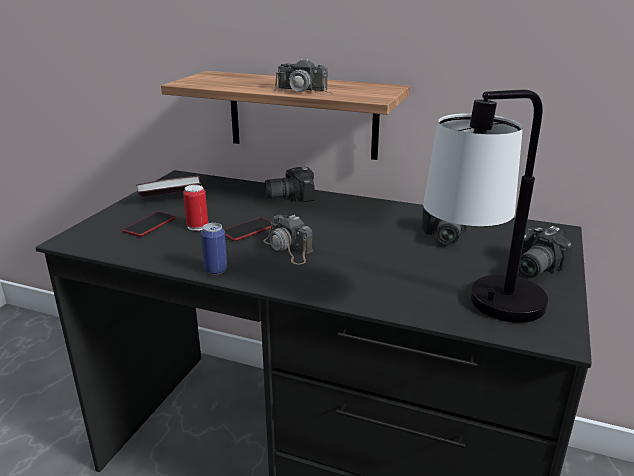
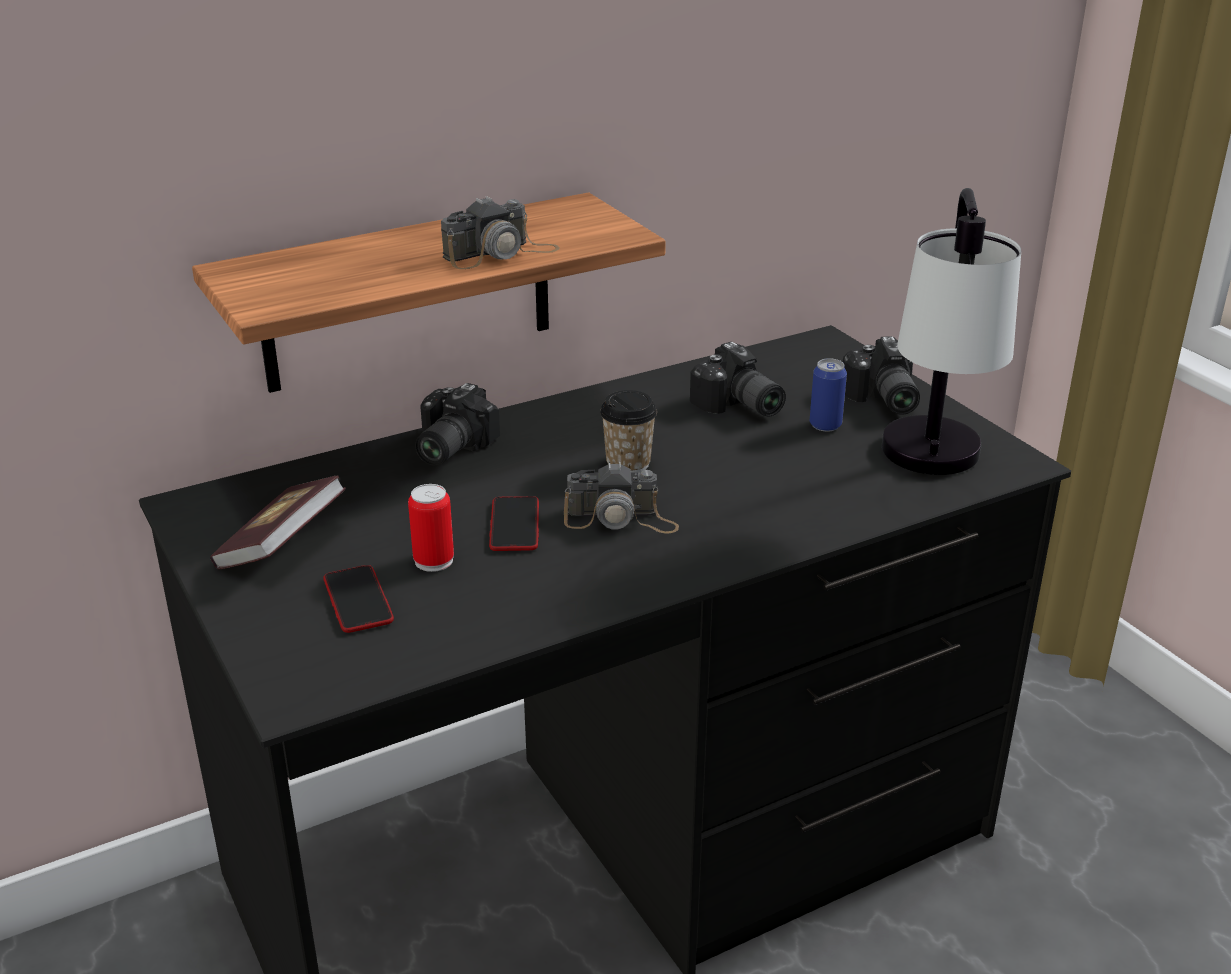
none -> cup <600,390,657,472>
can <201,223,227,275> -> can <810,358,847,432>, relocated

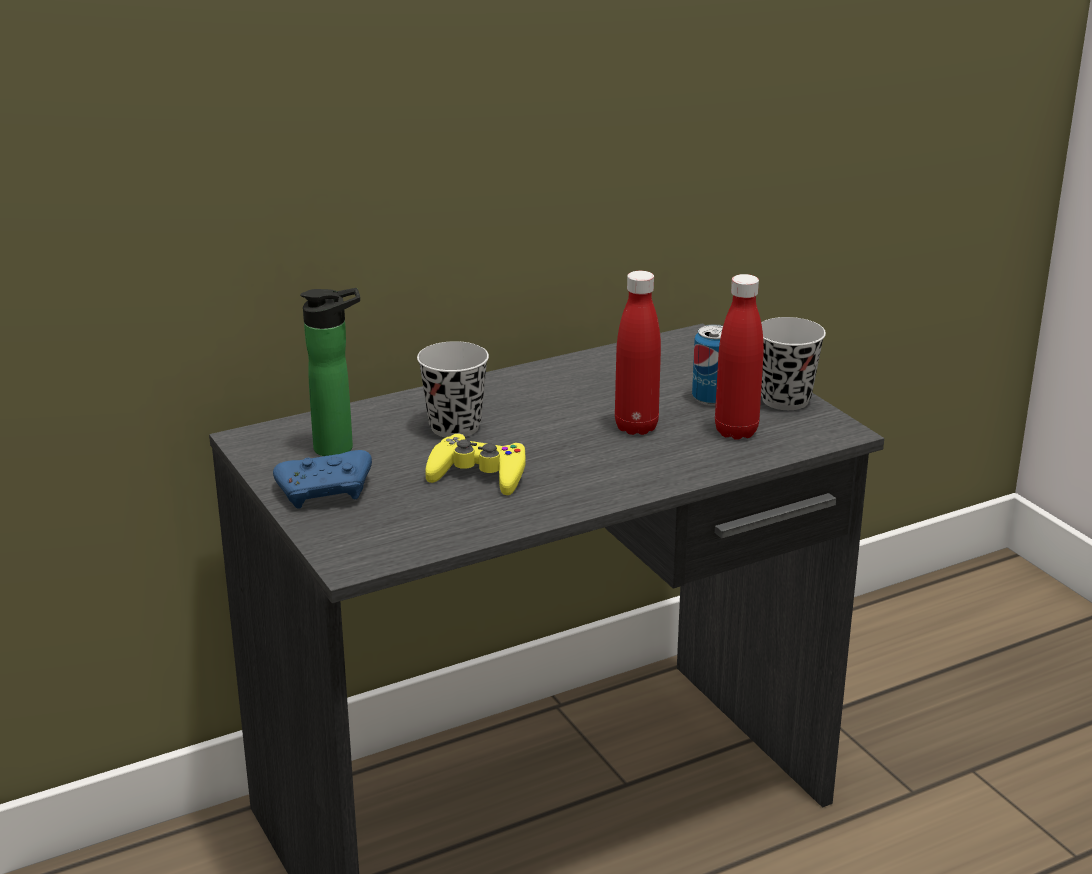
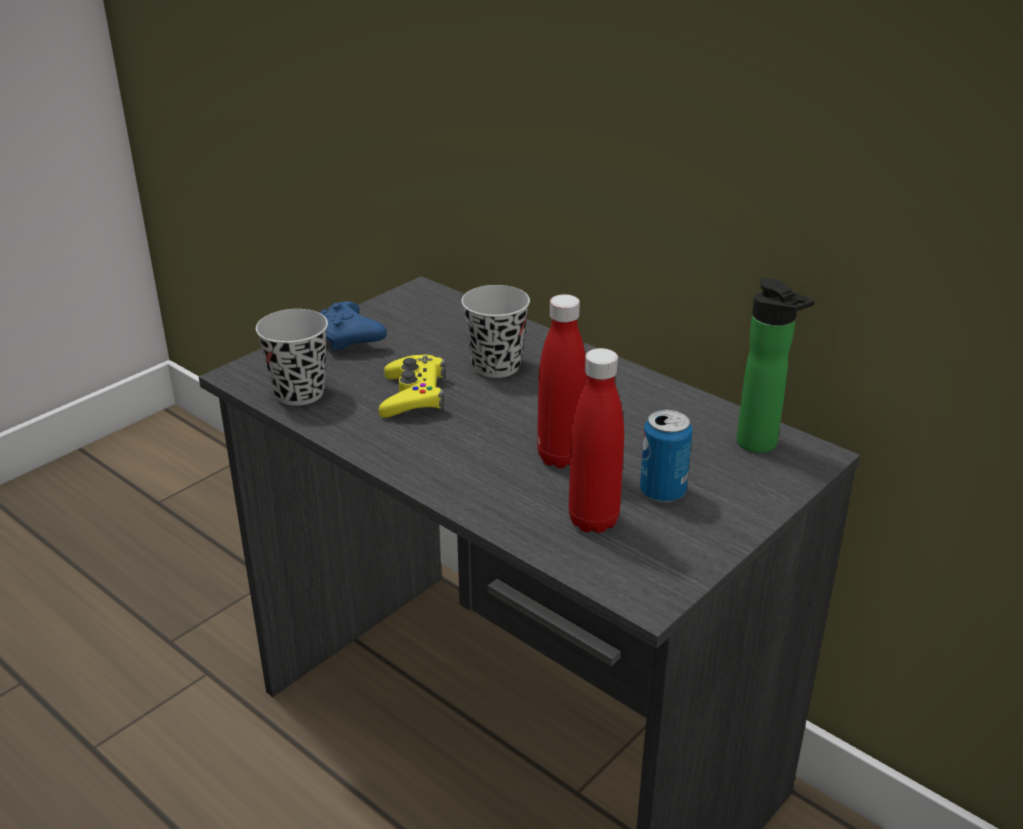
cup/black <761,317,826,410> -> cup/black <256,309,328,406>, relocated
bottle <300,288,360,456> -> bottle <736,278,815,453>, relocated

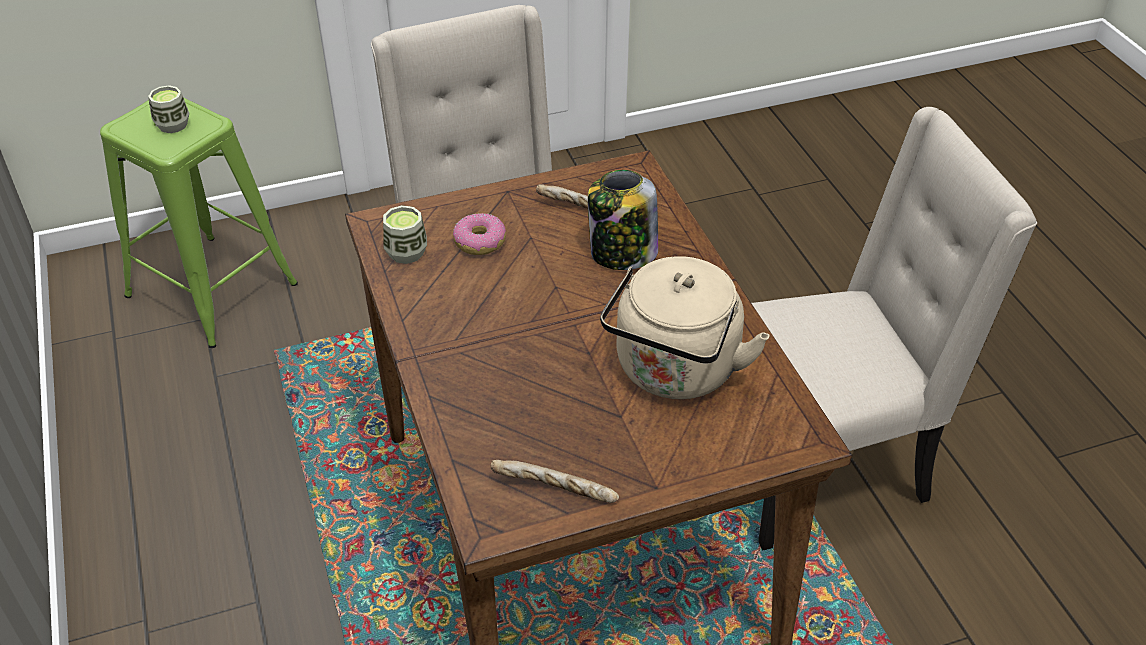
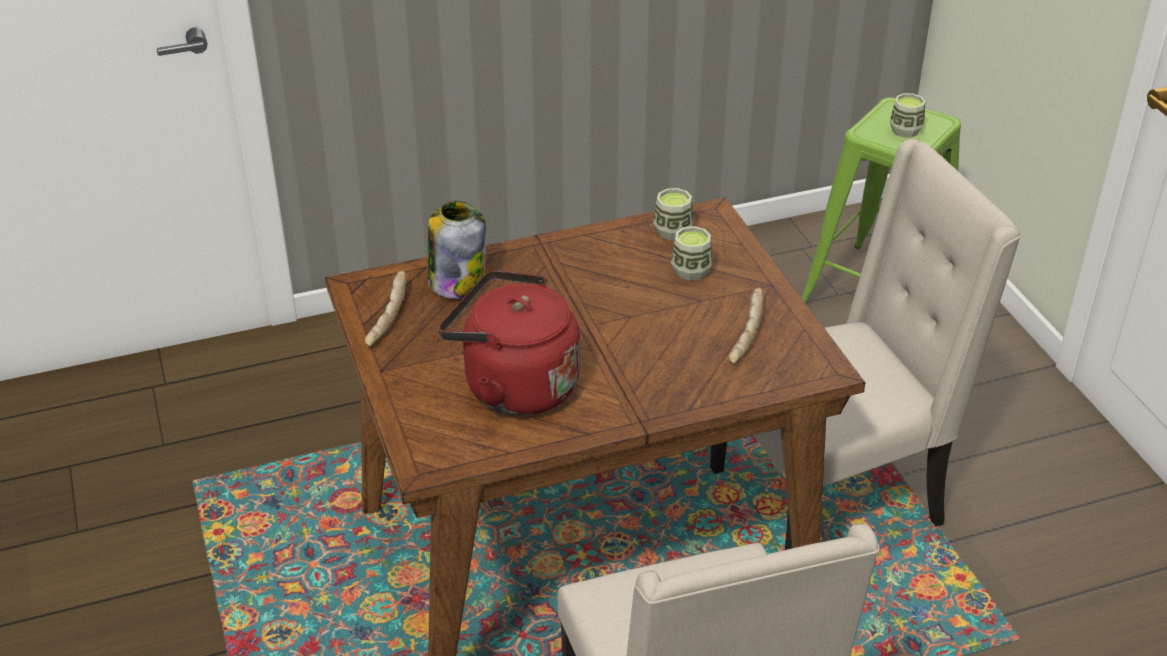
jar <588,170,658,270> -> jar <428,201,486,299>, relocated
kettle/beige <600,256,770,399> -> kettle/red <439,270,580,415>
donut <453,213,506,255> -> cup <671,226,712,281>

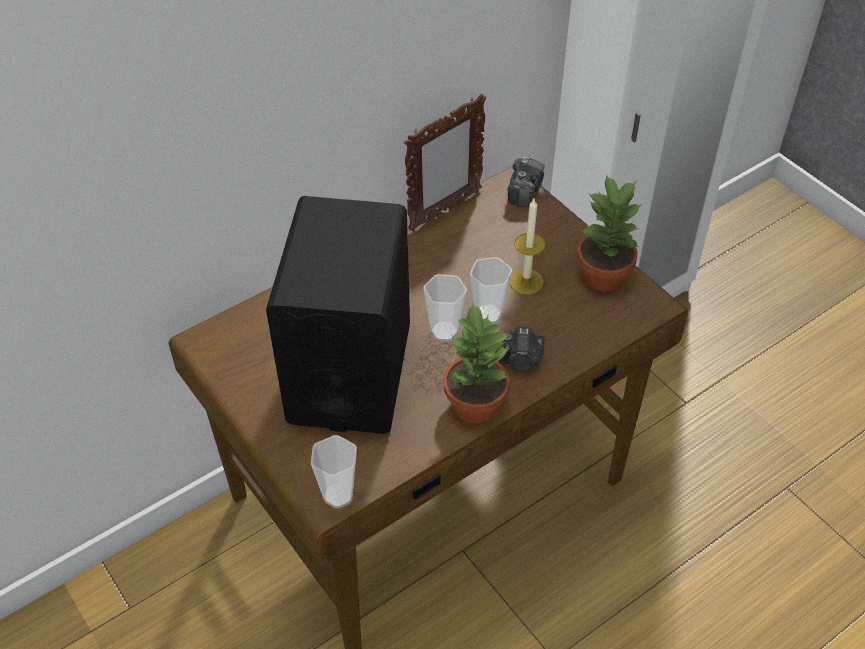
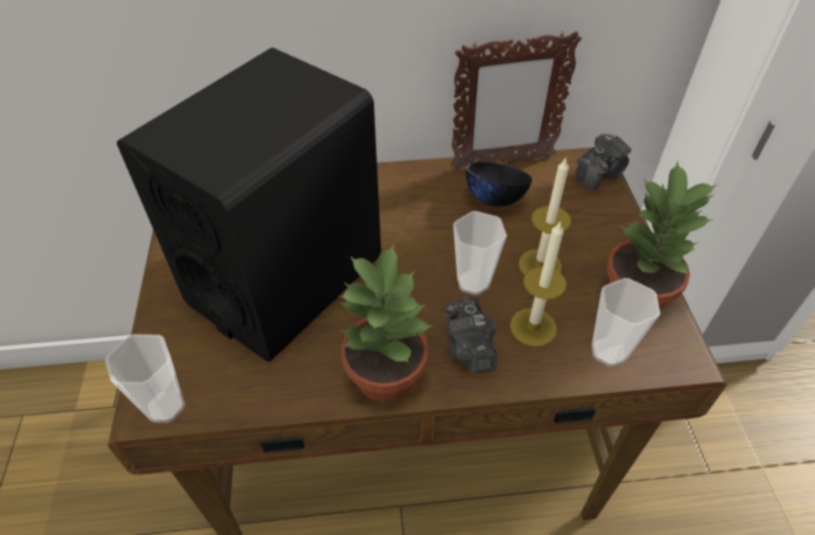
photo camera <498,326,545,371> -> photo camera <444,297,498,373>, 45 degrees clockwise
none -> bowl/black <466,162,532,206>
none -> candle <510,222,567,346>
cup <424,274,467,341> -> cup <592,278,660,367>, relocated

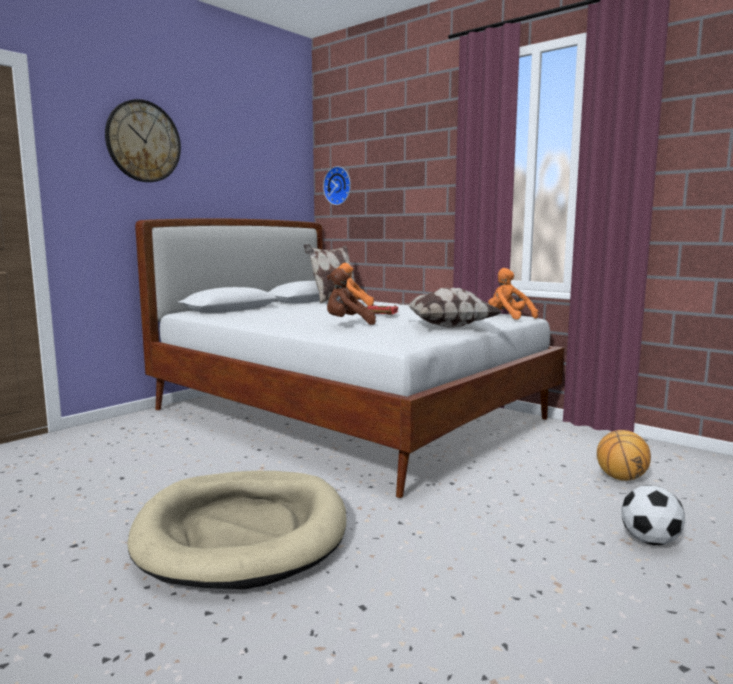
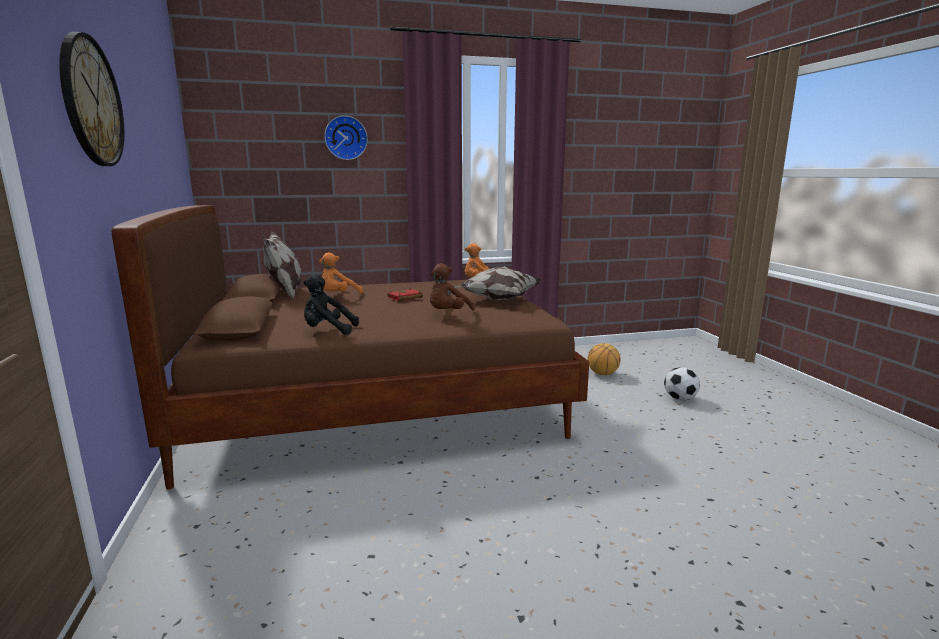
bed/white <135,218,564,498> -> bed/brown <112,205,589,489>
none -> plush toy/black <304,274,359,335>
wall clock <323,166,351,205> -> wall clock <324,116,368,160>, relocated
dog bed/beige <127,471,346,589> -> none

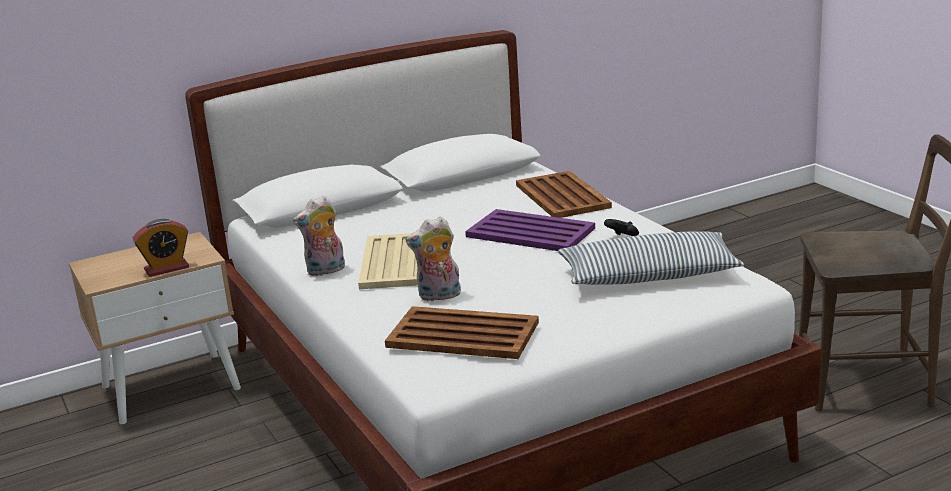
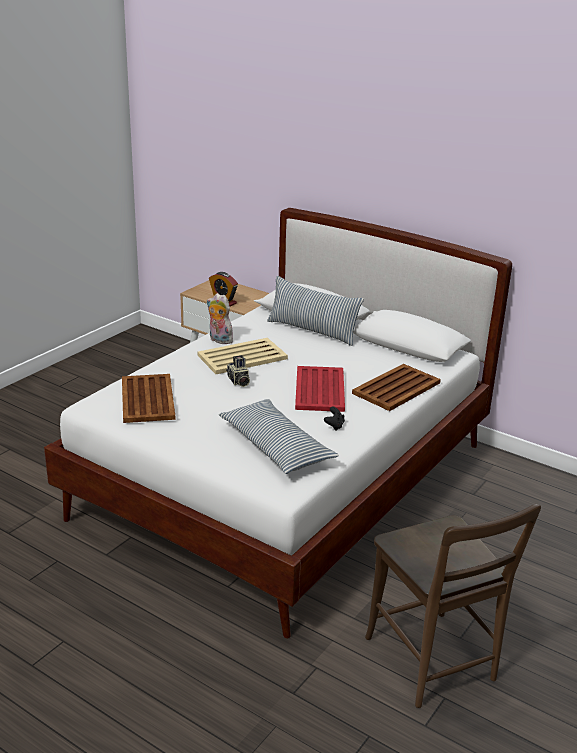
none -> photo camera <226,355,250,387>
none -> pillow <267,276,364,346>
tray/purple <465,209,595,251> -> tray/red <295,366,345,412>
plush toy <406,216,461,301> -> none

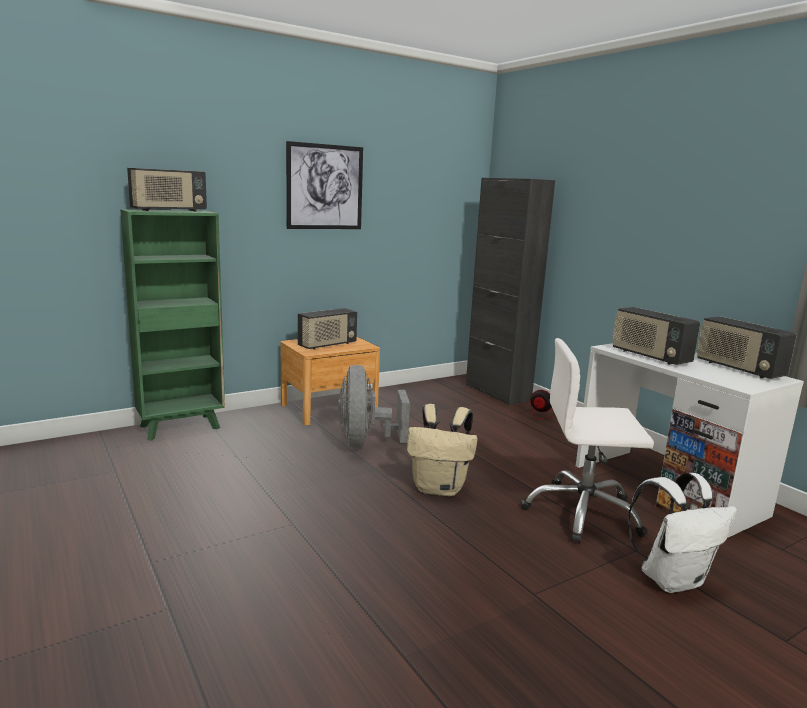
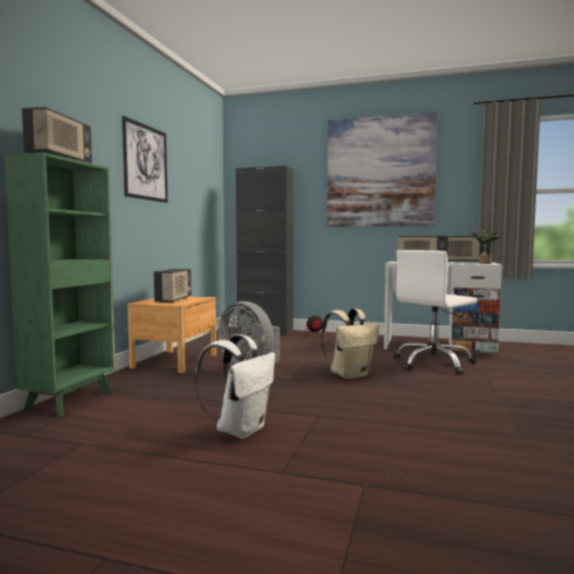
backpack/white <628,473,737,593> -> backpack/white <195,334,275,439>, relocated
none -> picture <327,112,437,227>
none -> potted plant <472,227,503,264>

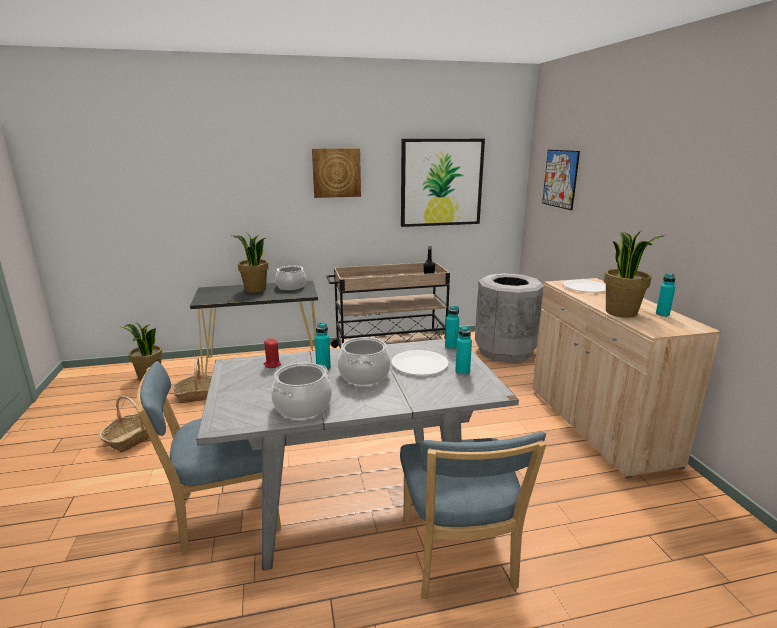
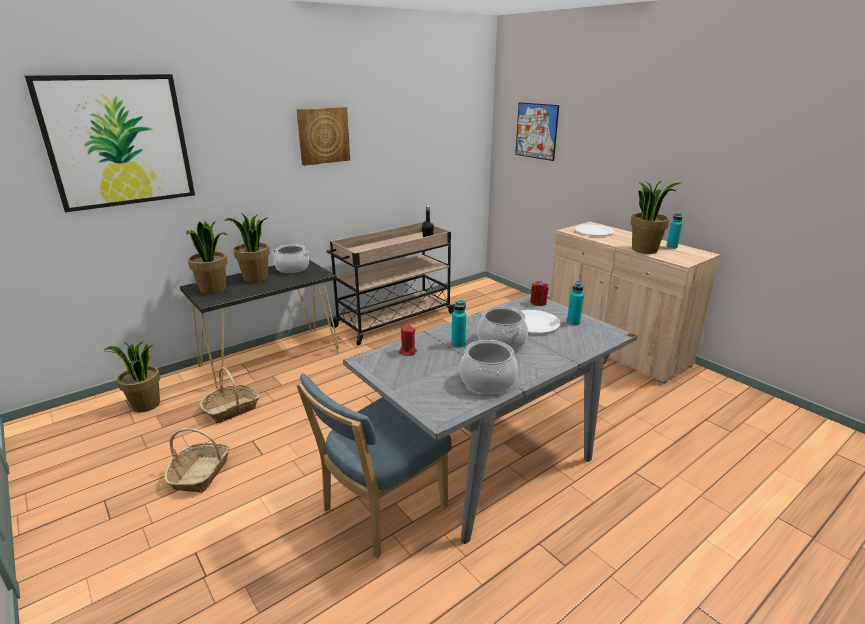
picture <401,139,485,227> -> picture <25,74,195,212>, relocated
none -> potted plant <186,220,227,294>
bottle/turquoise <445,305,459,350> -> candle/red <530,281,549,306>
chair/blue <400,432,547,599> -> none
trash can/grey <475,273,544,363> -> none

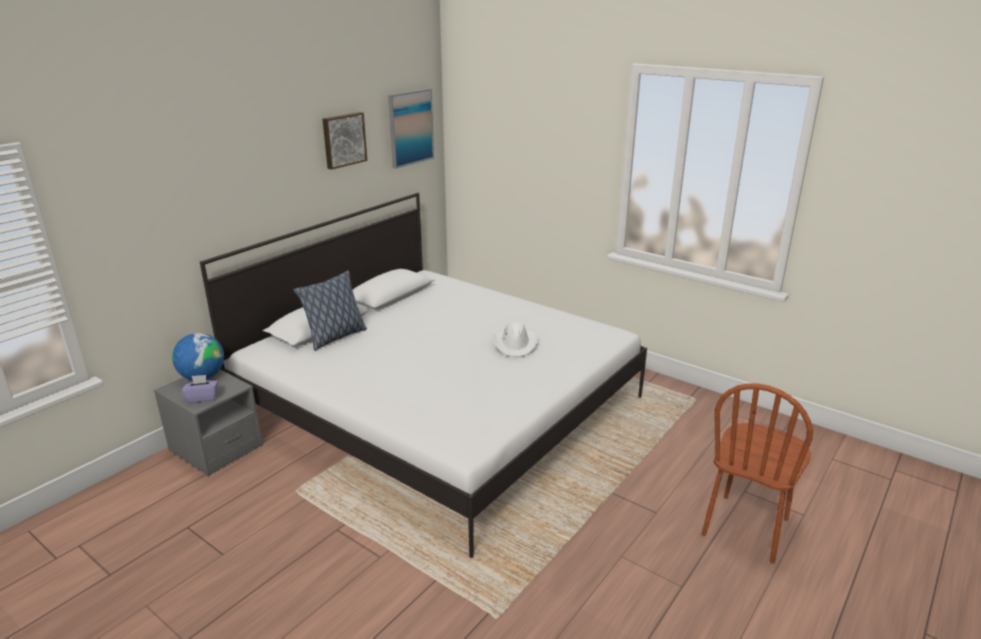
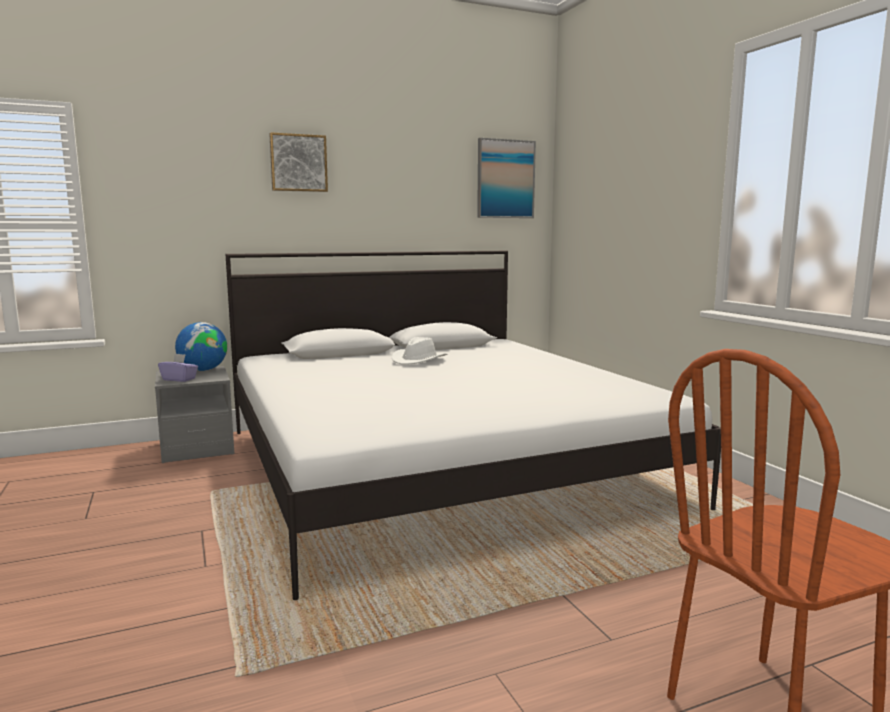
picture <323,112,367,170> -> picture <269,132,328,192>, relocated
hat/white <493,321,538,357> -> hat/white <392,337,447,365>, relocated
pillow <293,271,367,351> -> none

